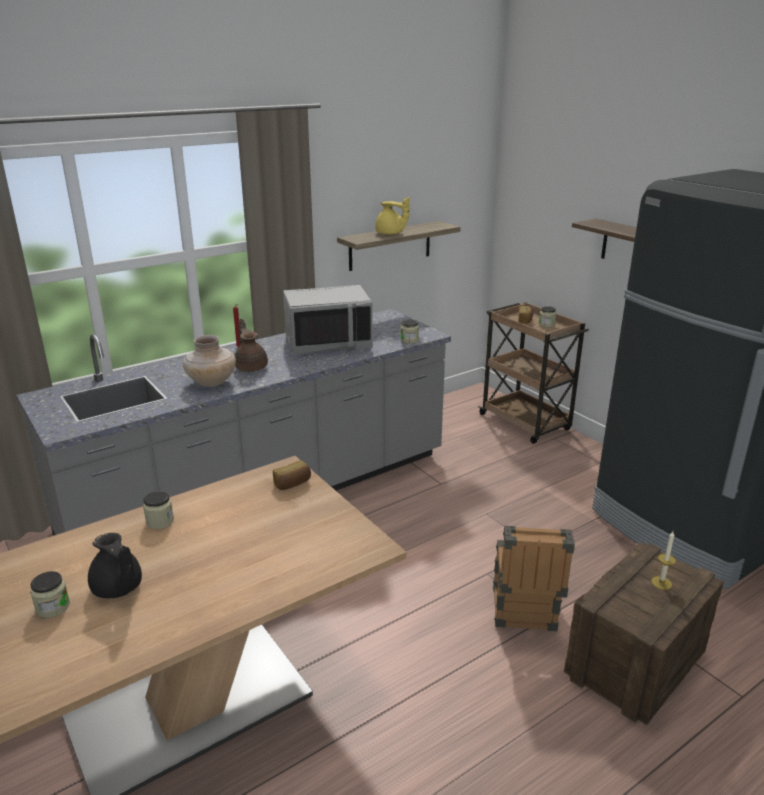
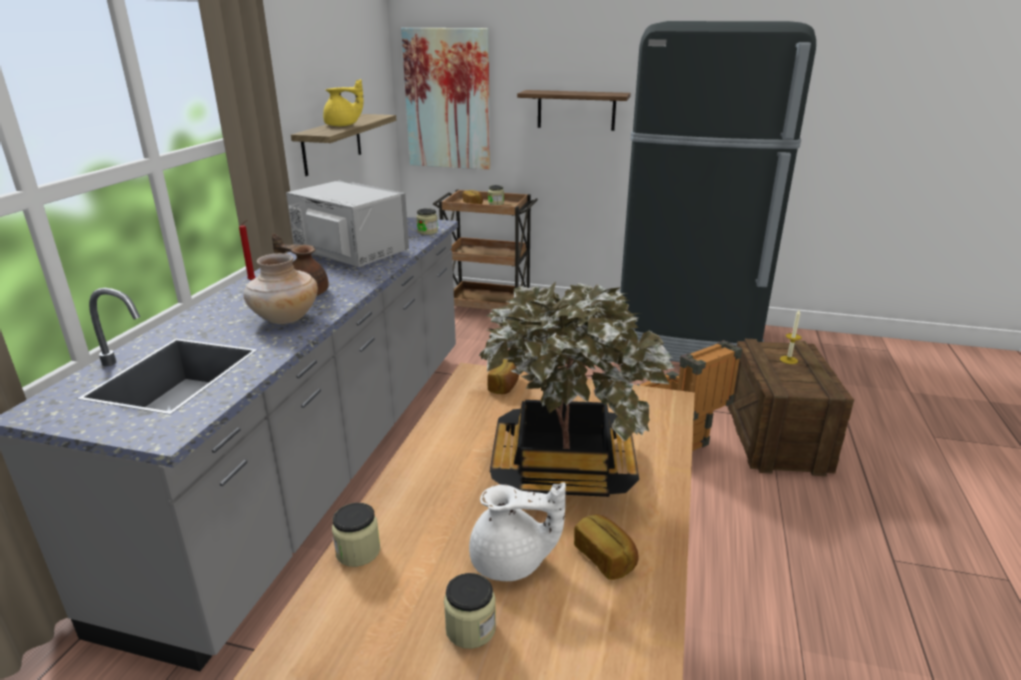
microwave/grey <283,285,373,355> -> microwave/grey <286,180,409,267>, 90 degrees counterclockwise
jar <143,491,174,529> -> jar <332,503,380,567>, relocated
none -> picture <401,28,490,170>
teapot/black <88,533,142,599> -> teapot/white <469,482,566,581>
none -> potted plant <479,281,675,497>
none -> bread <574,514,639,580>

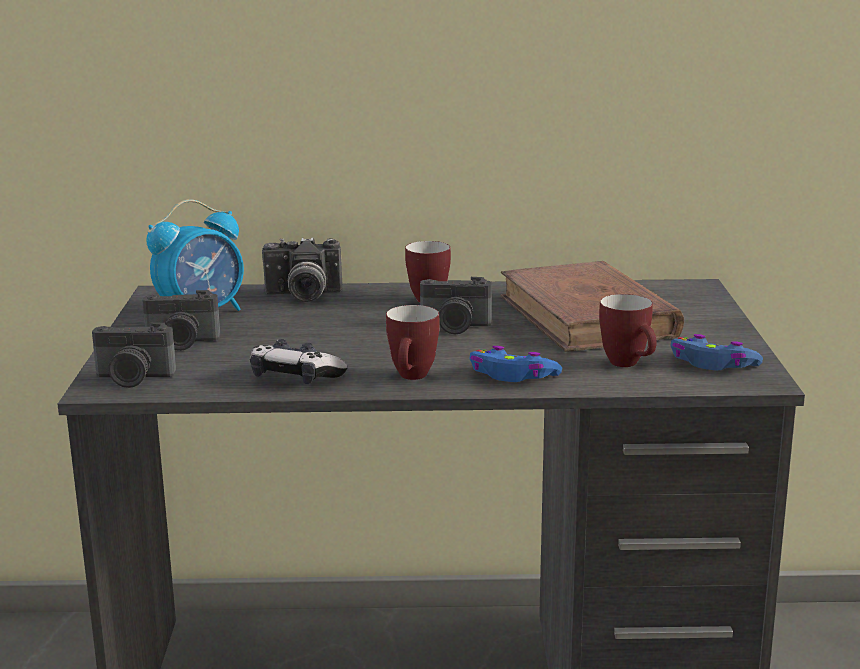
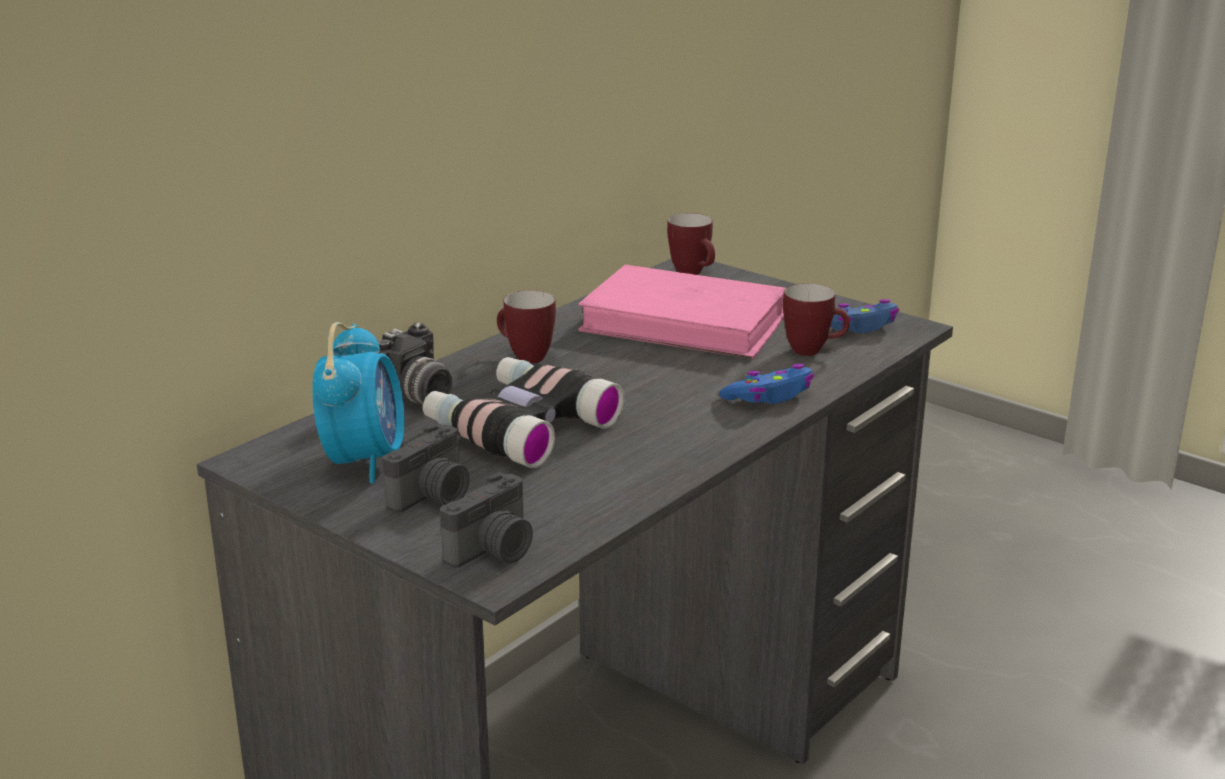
none -> binoculars <423,357,625,468>
book/brown <501,261,684,352> -> book/pink <578,265,786,359>
mug <386,305,440,380> -> mug <667,213,715,275>, relocated
game controller <250,339,348,384> -> none
photo camera <420,277,492,334> -> none

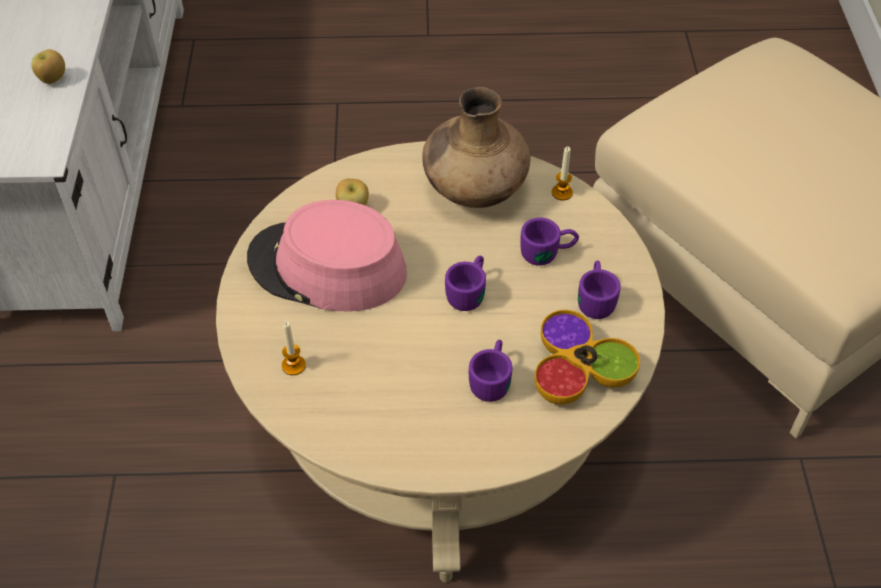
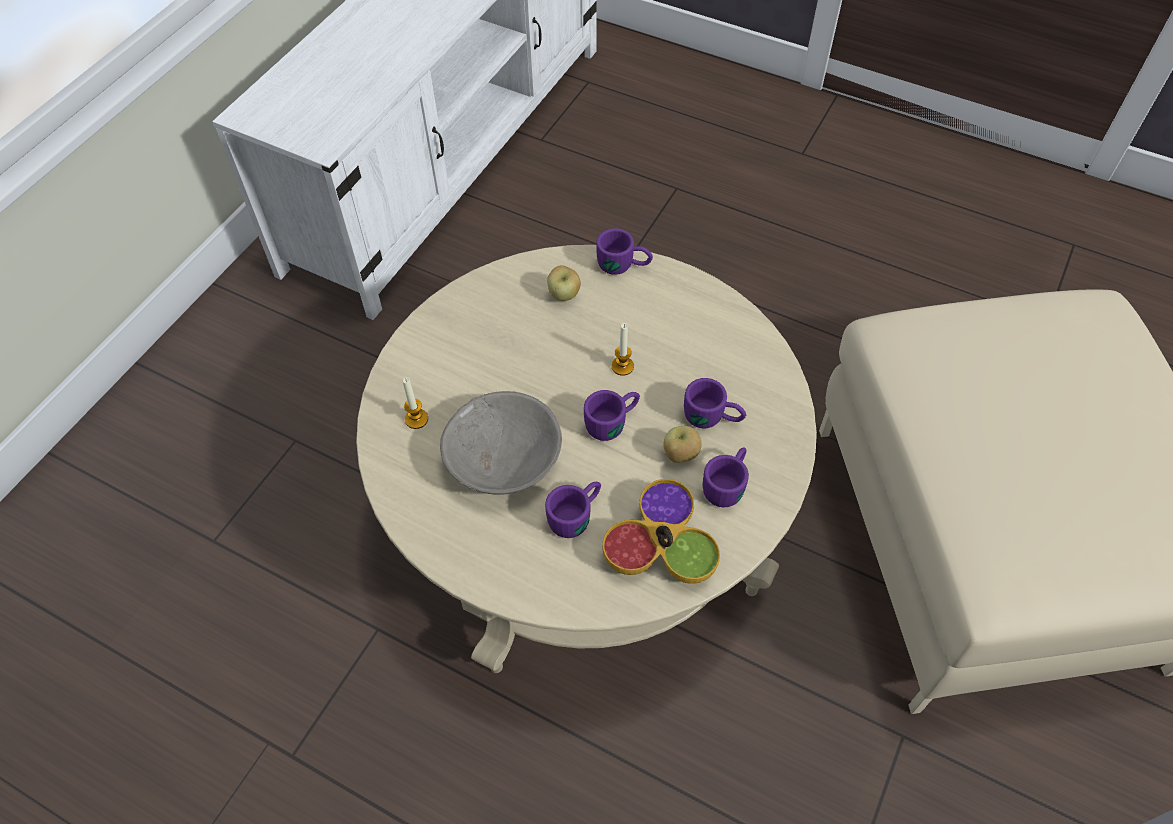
none -> bowl/grey <440,391,562,495>
none -> mug/purple <596,228,653,275>
candle <552,146,573,200> -> candle <611,323,634,375>, relocated
apple <31,49,65,84> -> apple <663,426,702,463>, relocated
hat/pink <247,200,407,312> -> none
vase/brown <422,87,530,208> -> none

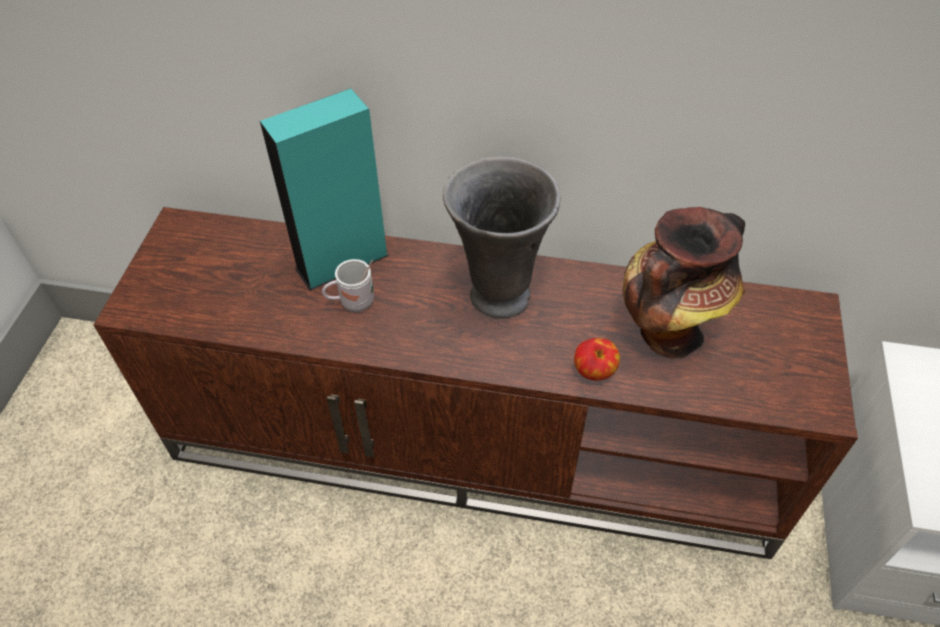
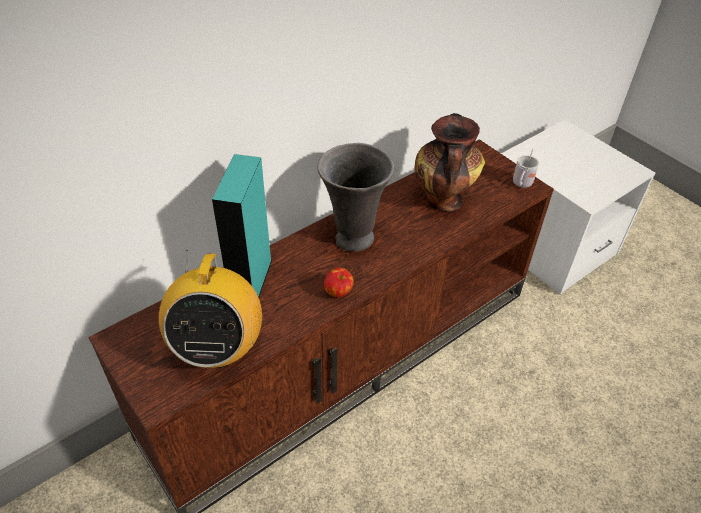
none -> radio <159,250,262,368>
apple <574,338,620,381> -> apple <324,268,354,298>, relocated
mug/white <322,259,374,312> -> mug/white <513,149,539,188>, relocated

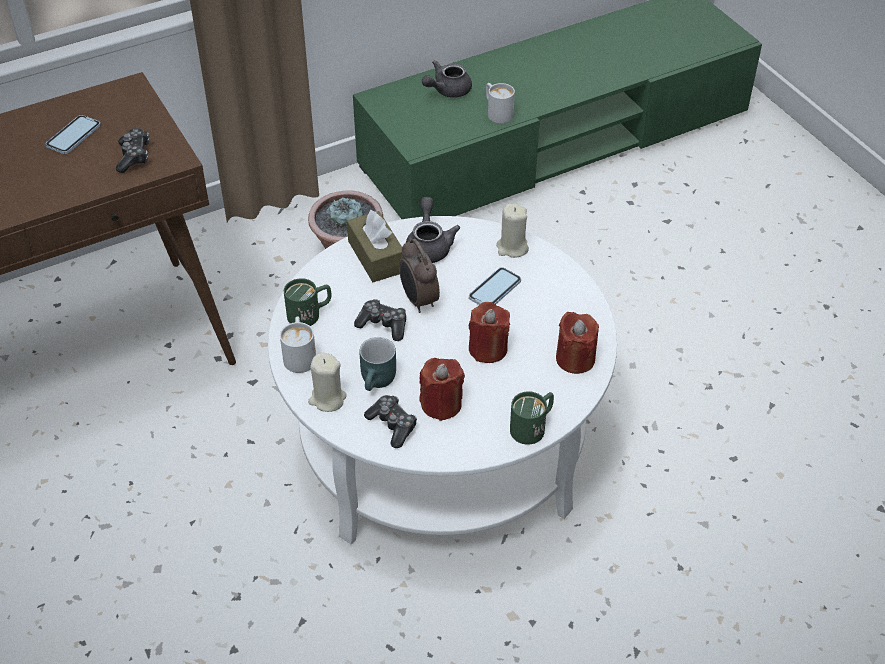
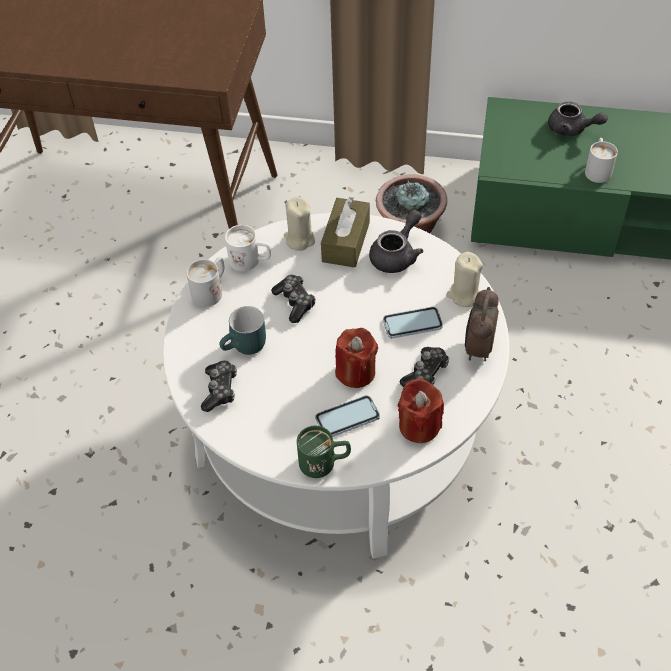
mug/green <284,278,331,326> -> mug/white <225,225,271,271>
candle/beige <308,353,347,412> -> candle/beige <284,197,315,251>, relocated
phone <45,115,101,154> -> phone <315,395,380,437>, relocated
game controller <116,128,149,173> -> game controller <400,347,449,387>, relocated
alarm clock <399,238,440,313> -> alarm clock <465,287,499,361>, relocated
teapot/grey <422,60,472,98> -> teapot/grey <548,101,607,136>, 150 degrees counterclockwise
candle/red <419,358,465,421> -> none

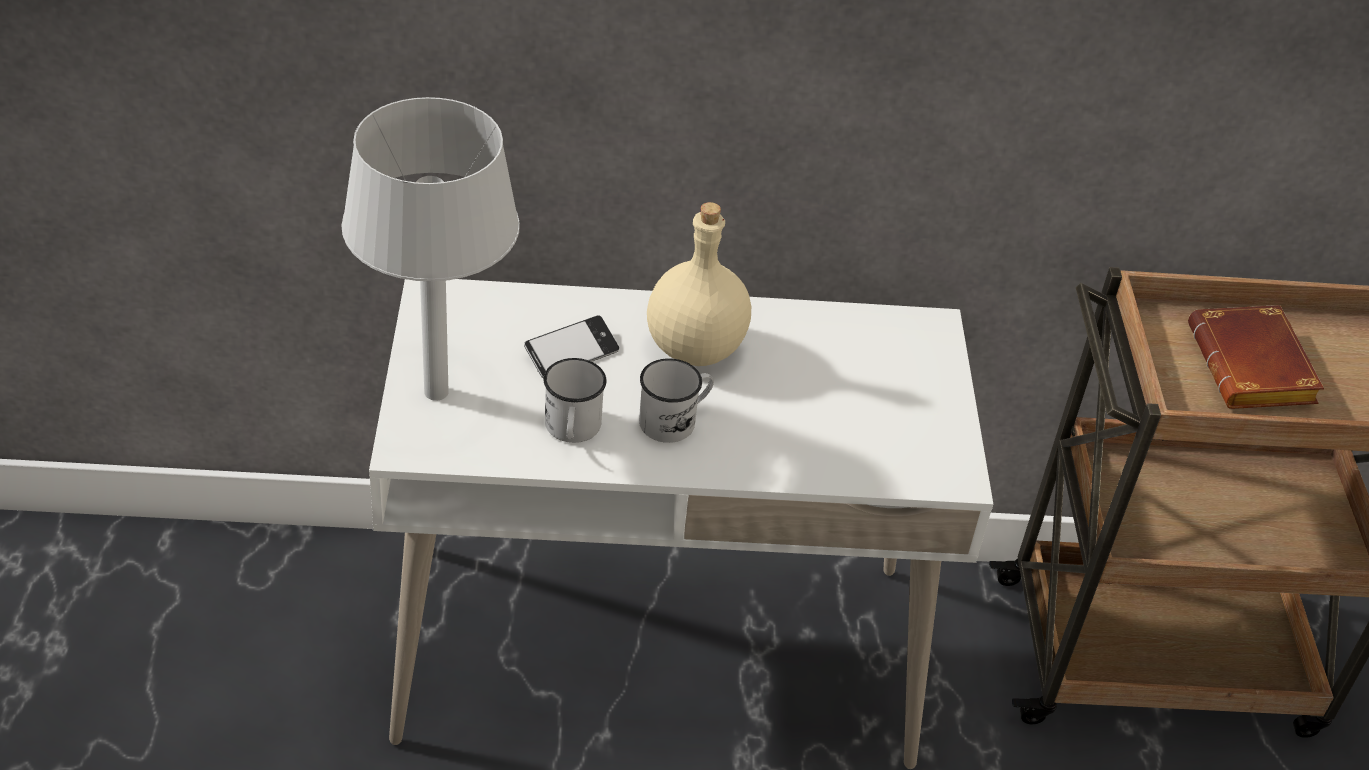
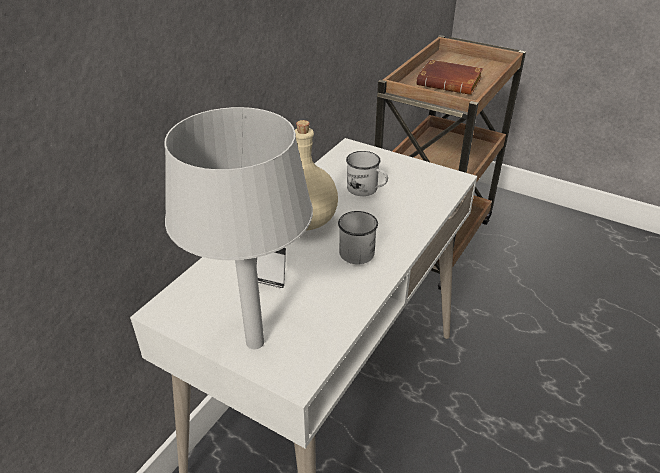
mug/white <544,358,607,443> -> mug/white <346,151,388,196>, relocated

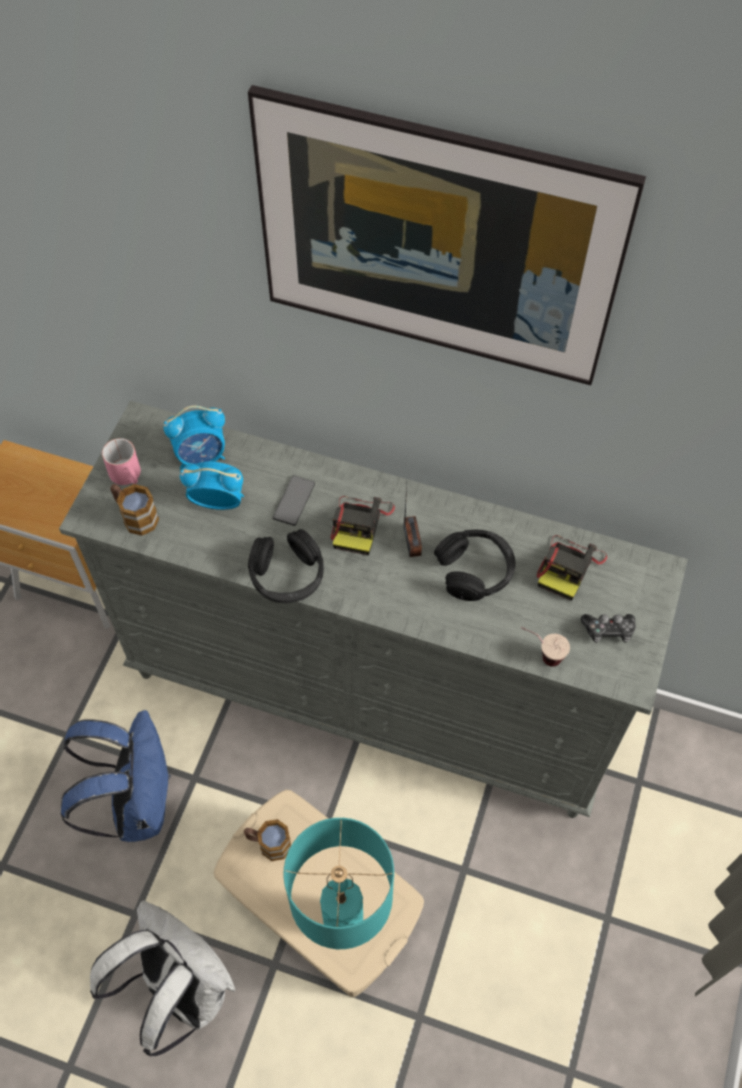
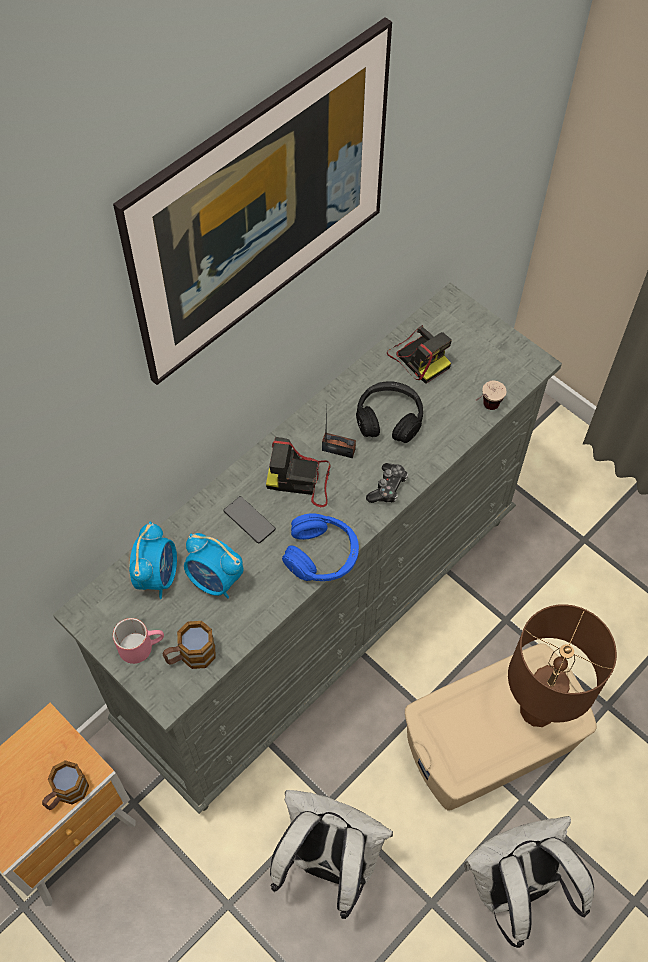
mug <244,819,291,861> -> mug <42,760,89,810>, relocated
alarm clock <180,461,244,510> -> alarm clock <184,533,243,598>, 90 degrees counterclockwise
photo camera <330,496,395,555> -> photo camera <266,437,331,507>, 150 degrees clockwise
backpack/blue <61,710,171,842> -> backpack/white <270,790,393,919>
headphones/black <248,529,324,603> -> headphones/blue <282,513,359,581>
game controller <581,614,635,643> -> game controller <366,463,408,503>, relocated
table lamp/turquoise <283,818,394,949> -> table lamp/brown <508,604,617,727>

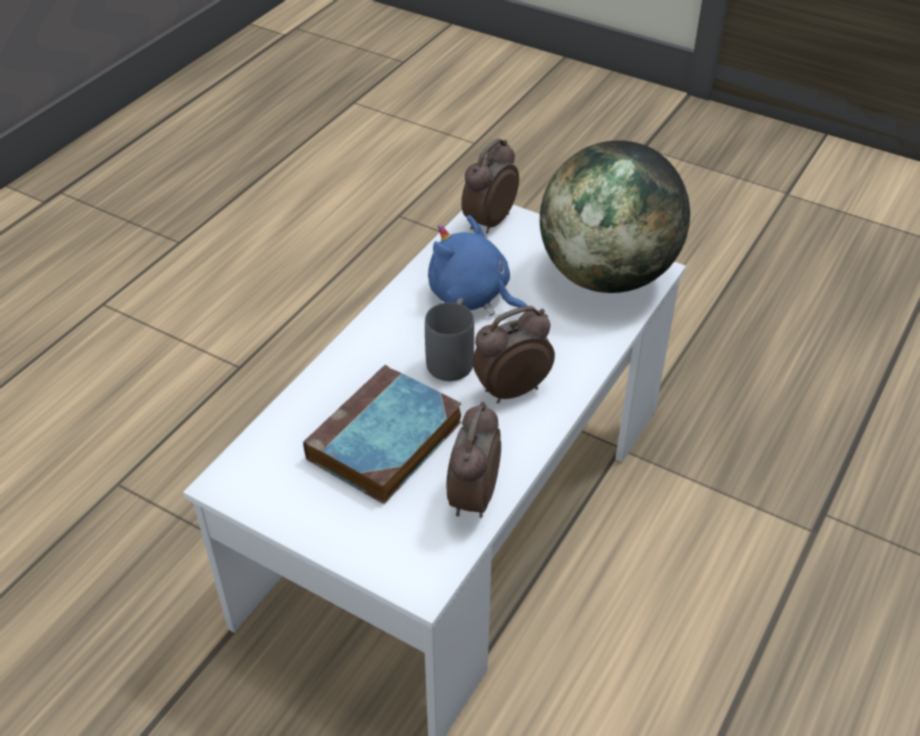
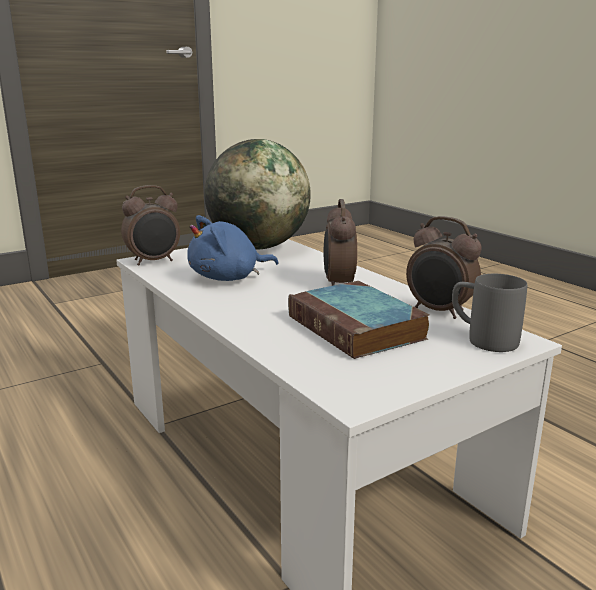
alarm clock <461,139,519,234> -> alarm clock <121,185,180,265>, 90 degrees counterclockwise
mug/grey <425,298,474,381> -> mug/grey <452,274,527,352>, relocated

